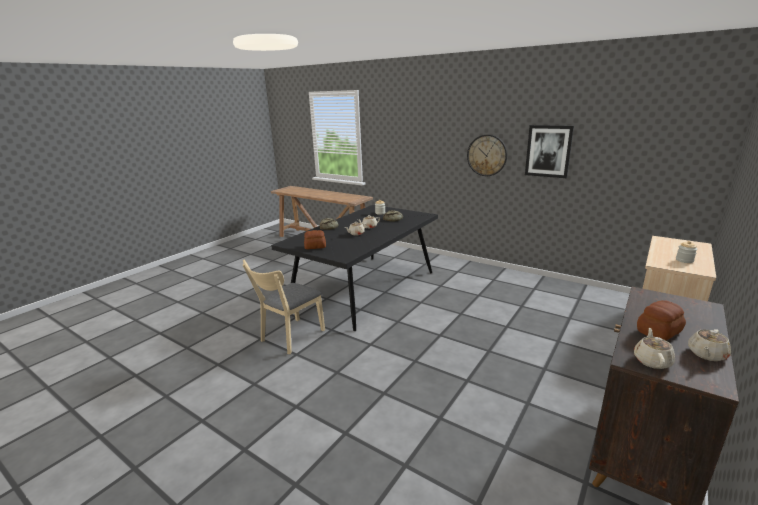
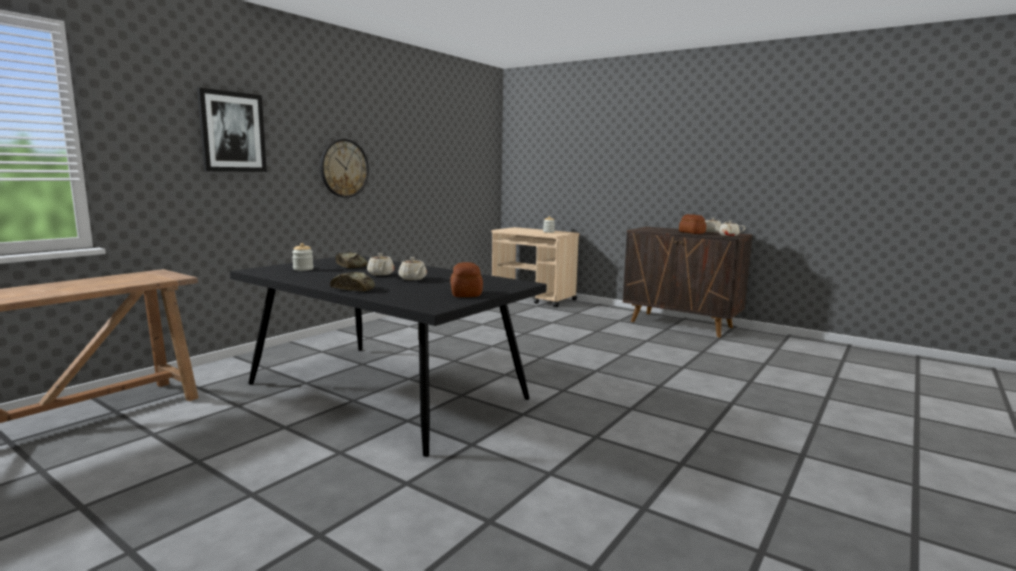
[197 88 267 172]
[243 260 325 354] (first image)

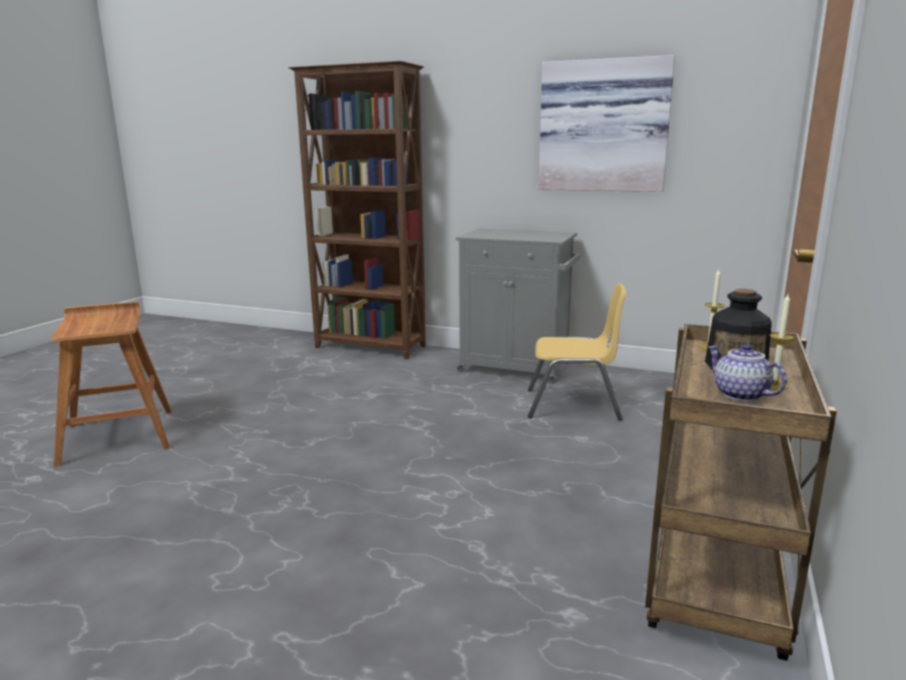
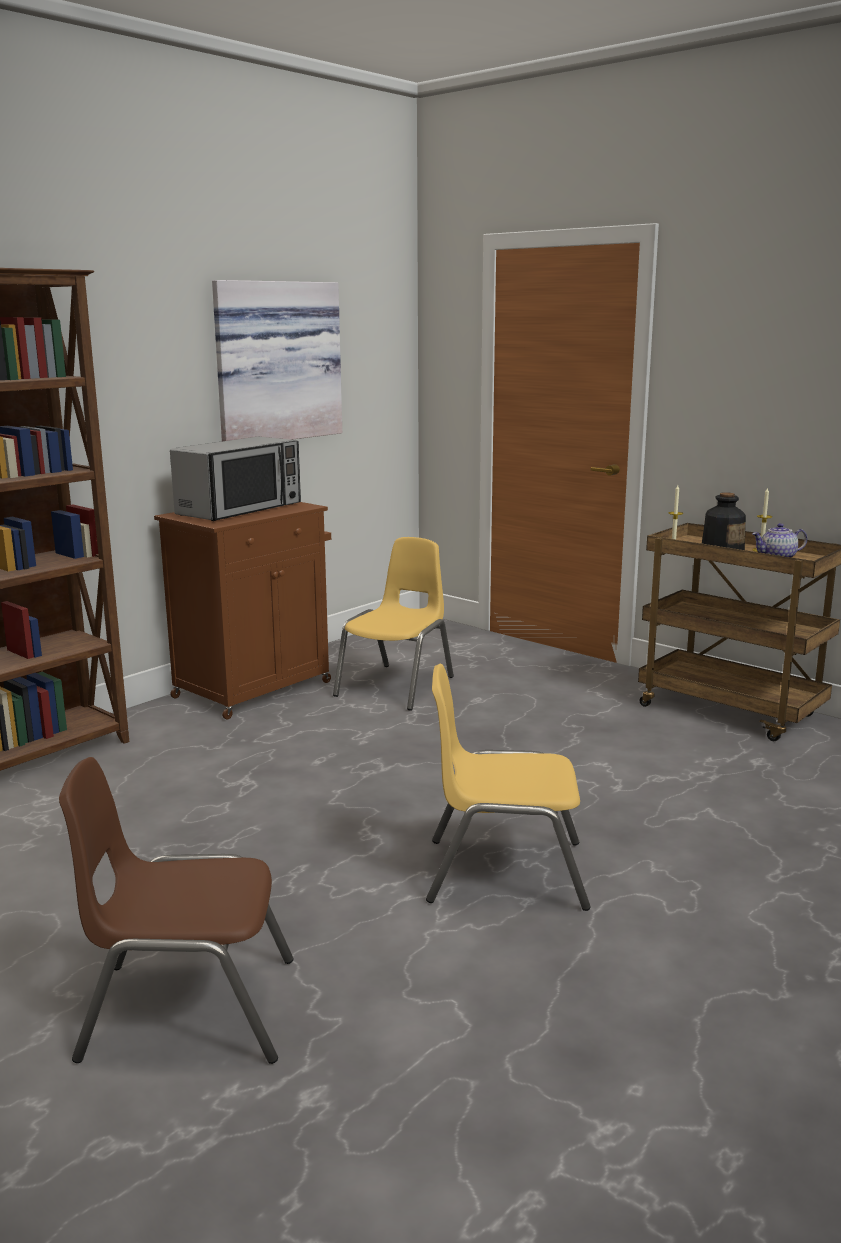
[154 502 331 719]
[59 757 294 1064]
[170 437 301 521]
[426 664 591 911]

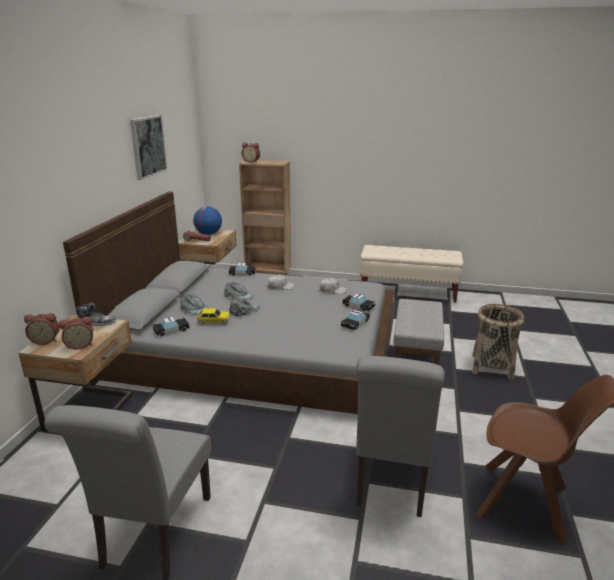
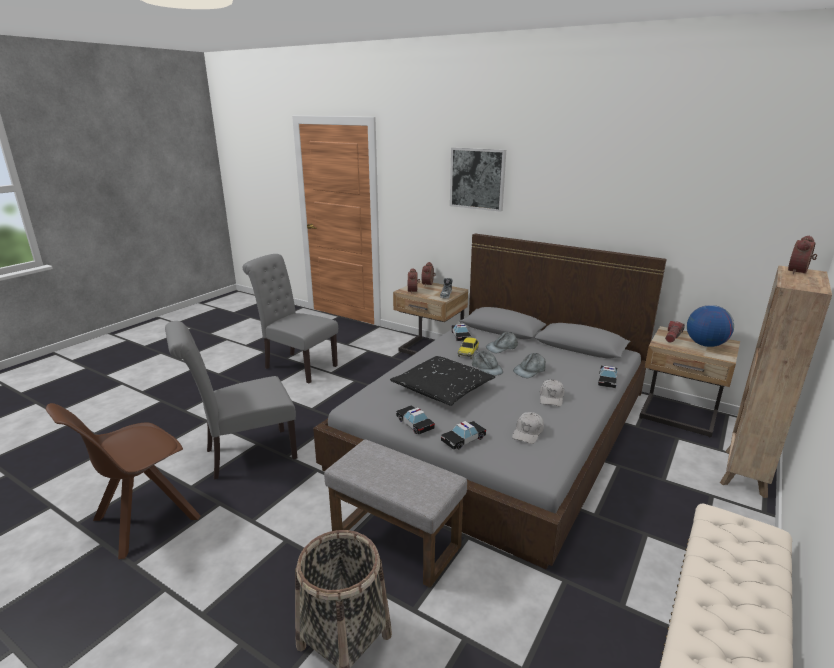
[450 147 506 212]
[165 321 297 480]
[390 356 495 406]

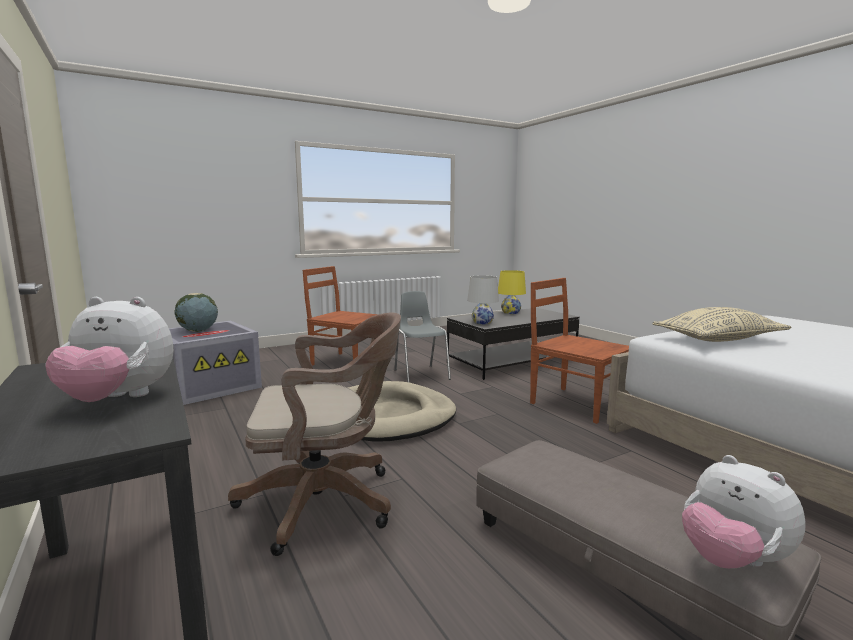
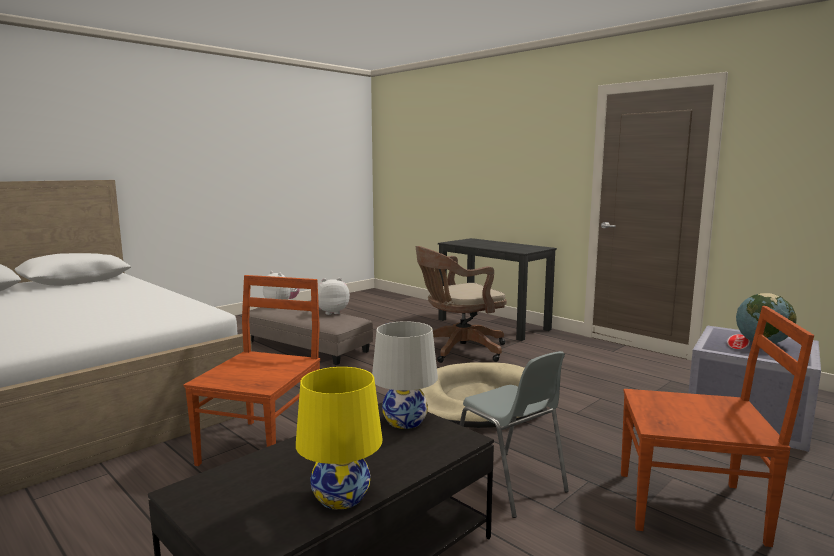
[184 275 320 466]
[318 278 350 315]
[652 307 791 342] (first image)

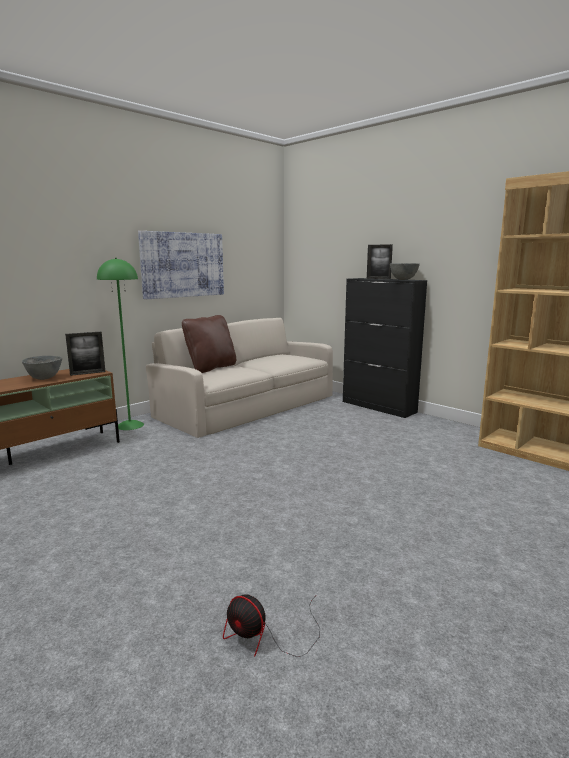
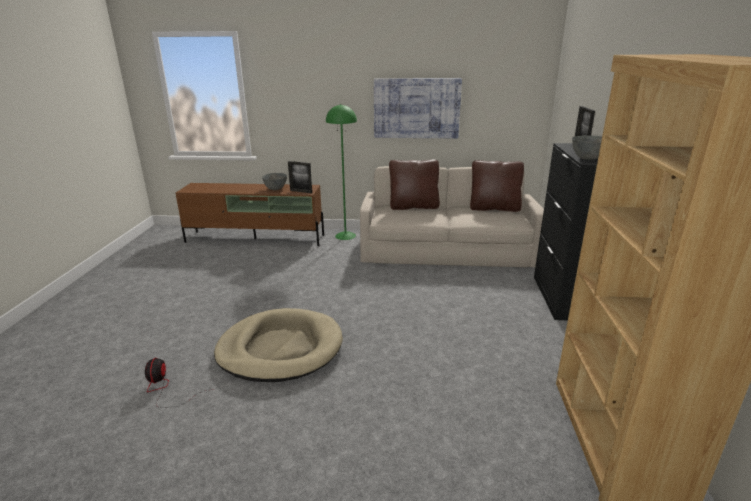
[470 160 524 212]
[214 308 343 382]

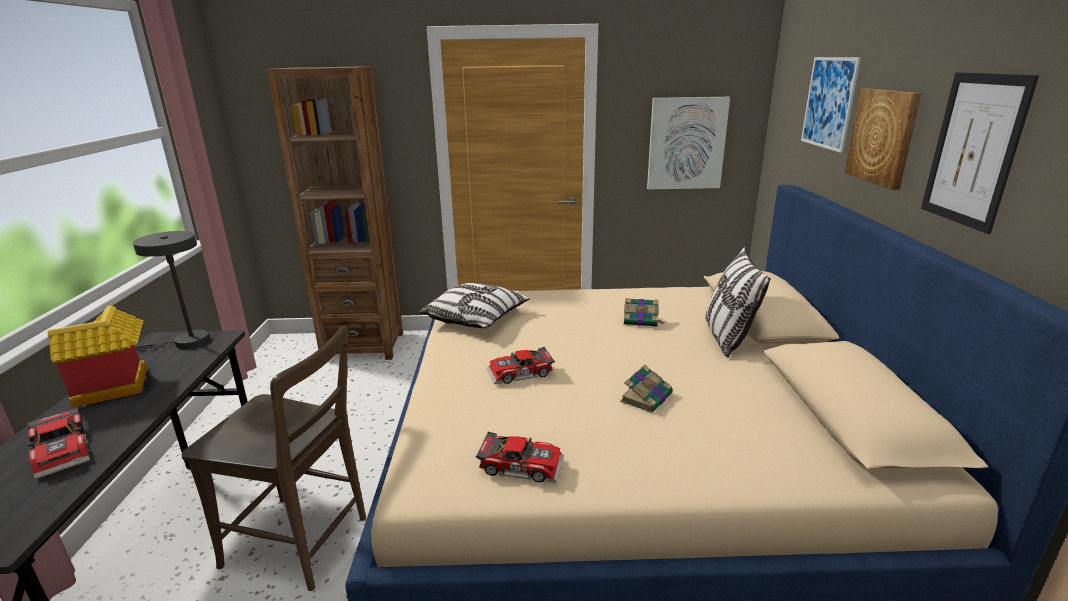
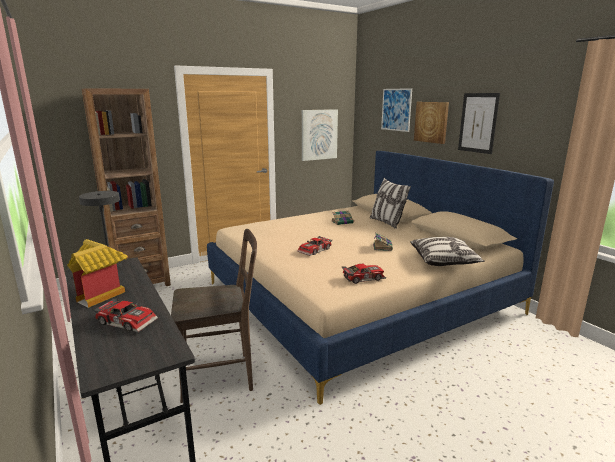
[410 237 485 266]

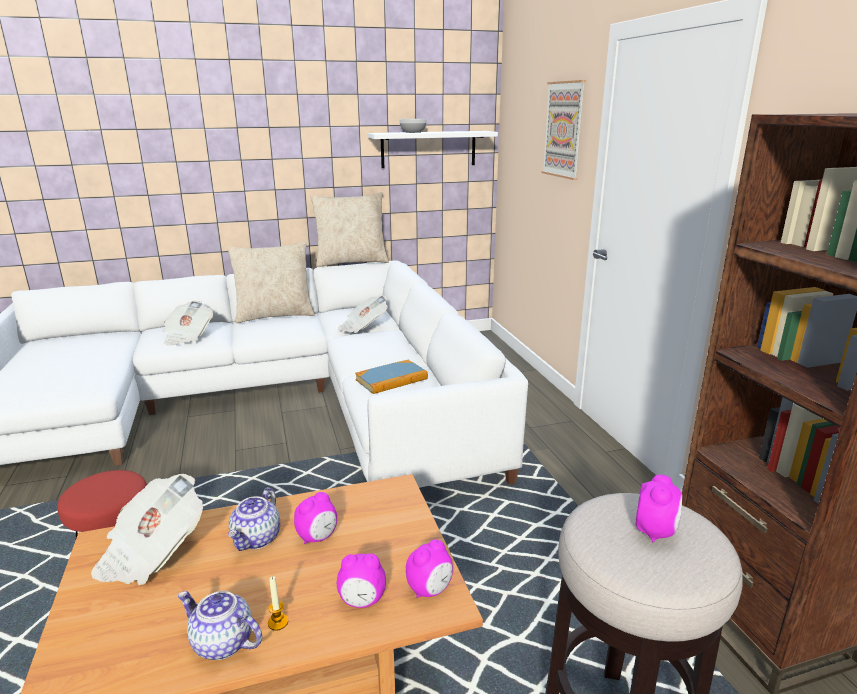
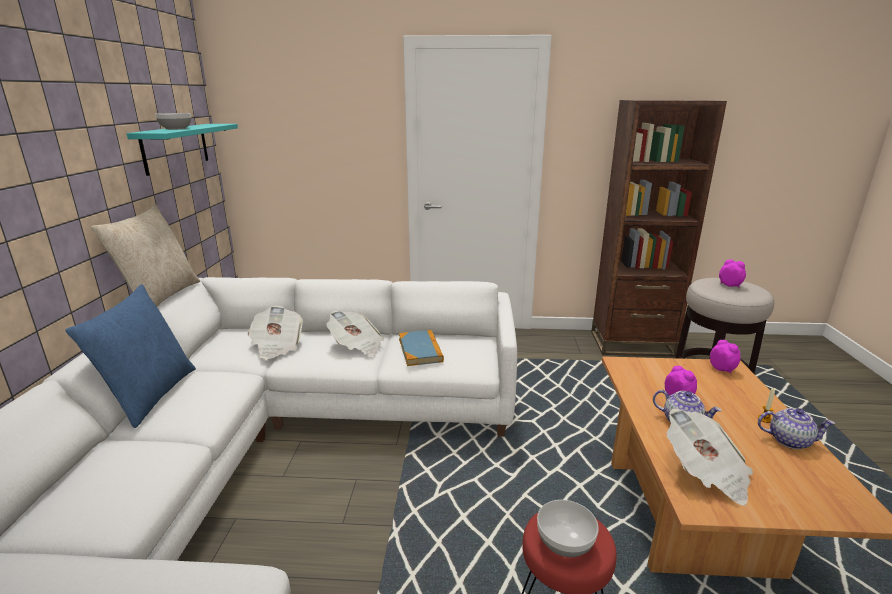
[541 80 586 180] (first image)
[127 124 238 176]
[65 284 196 428]
[327 311 384 356]
[337 553 386 608] (first image)
[758 408 835 449]
[537 500 599 557]

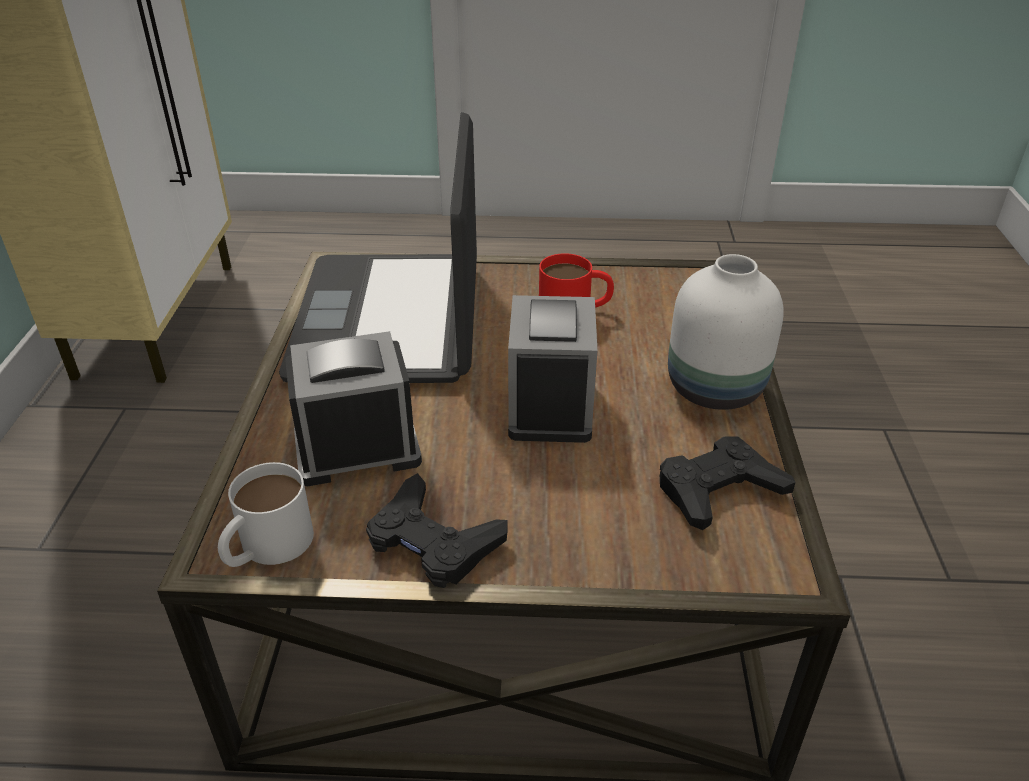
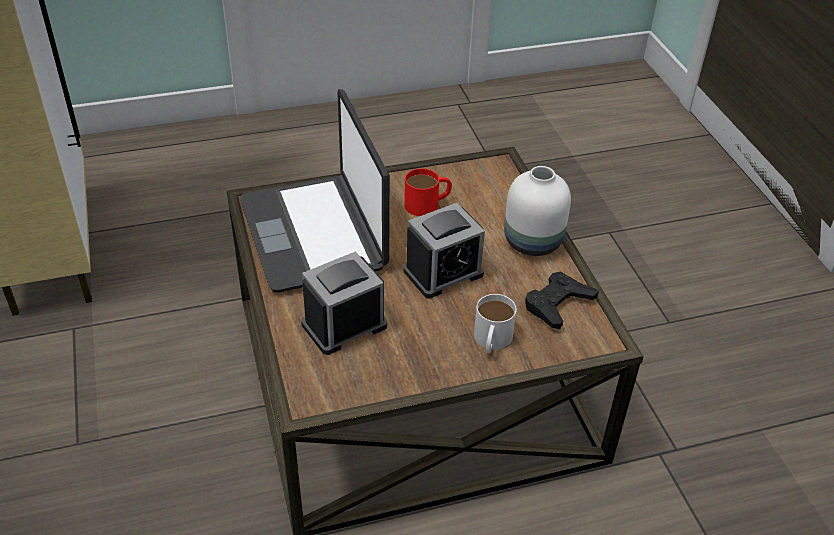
[403 203 485 298]
[474 294 517 353]
[366 473 508 588] (first image)

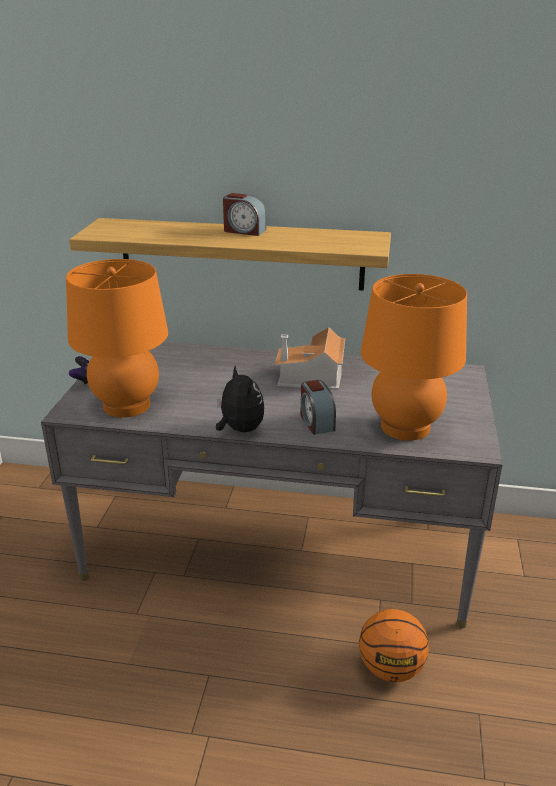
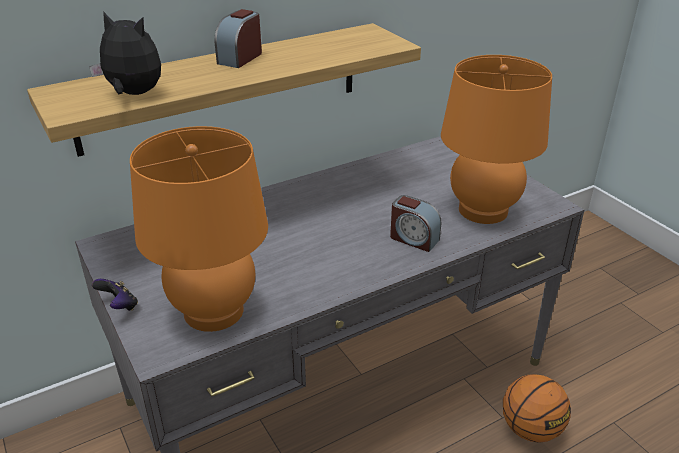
[215 9 262 68]
[275 327 345 390] (first image)
[89 12 161 95]

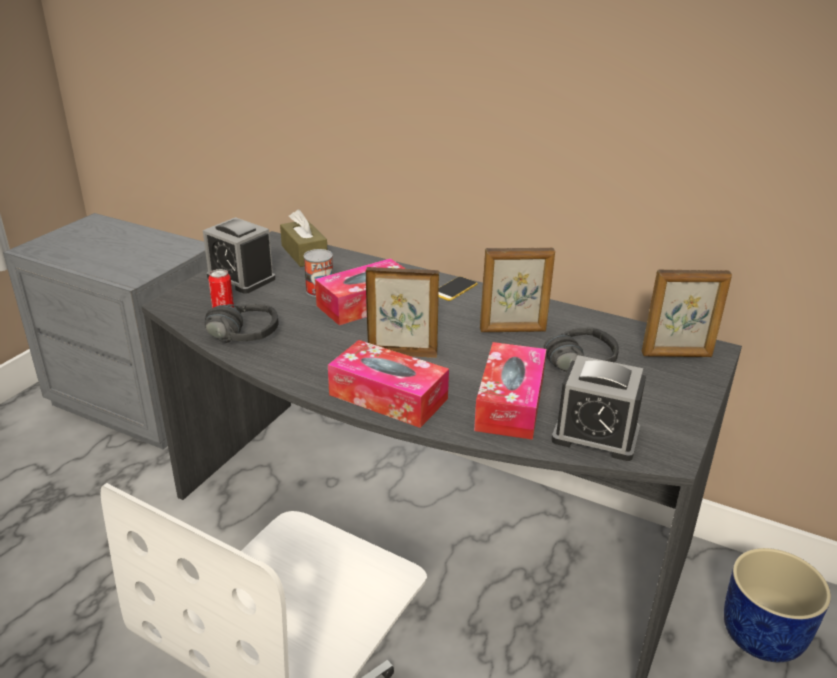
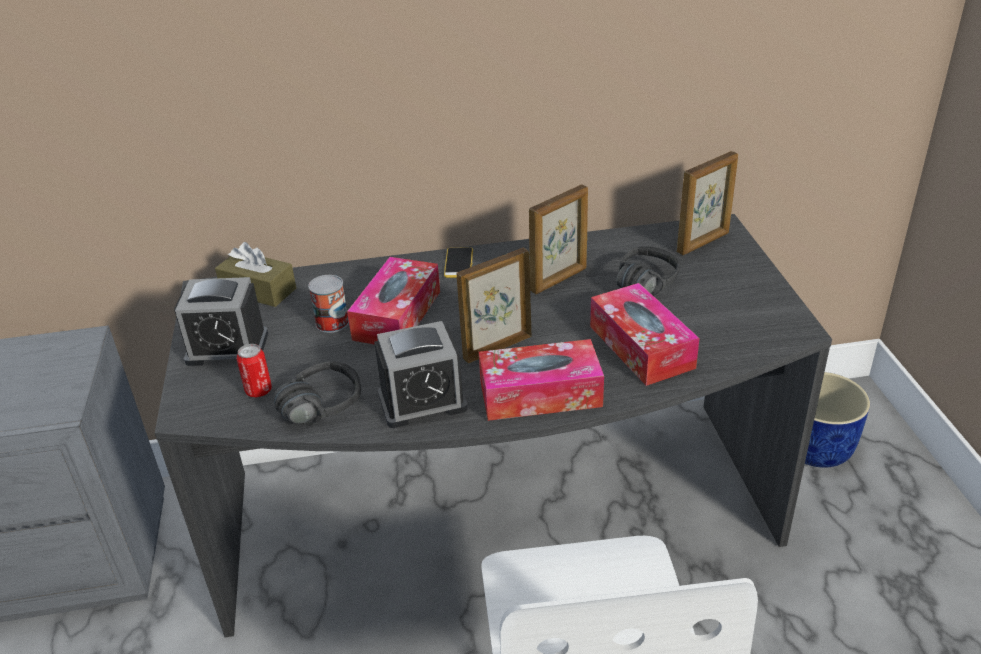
[374 321 468 428]

